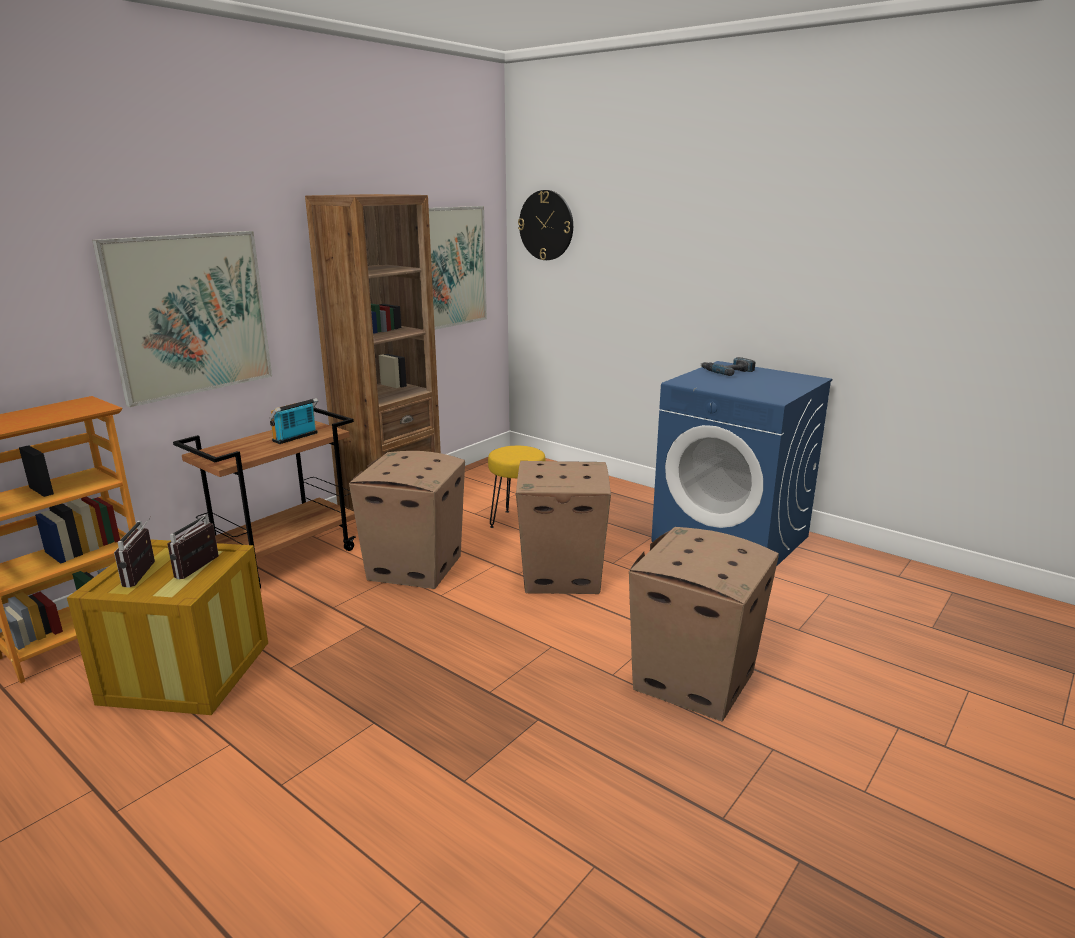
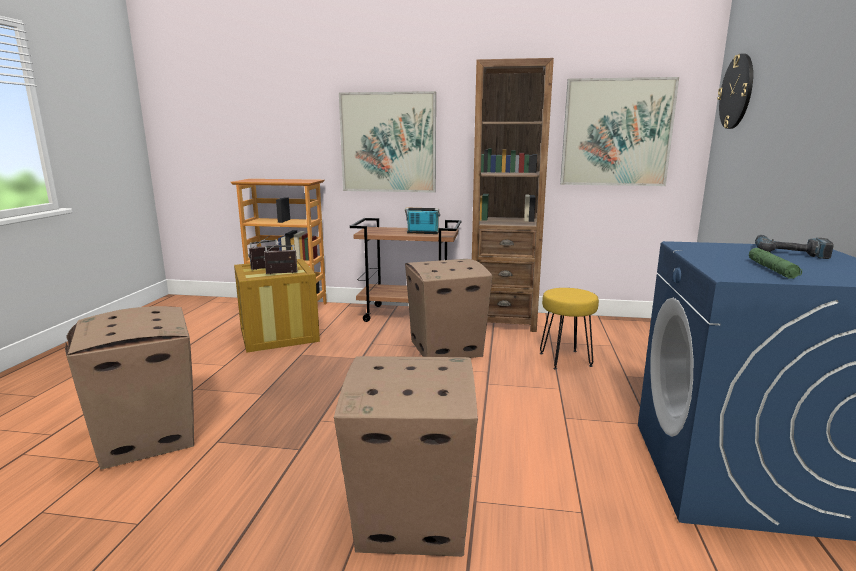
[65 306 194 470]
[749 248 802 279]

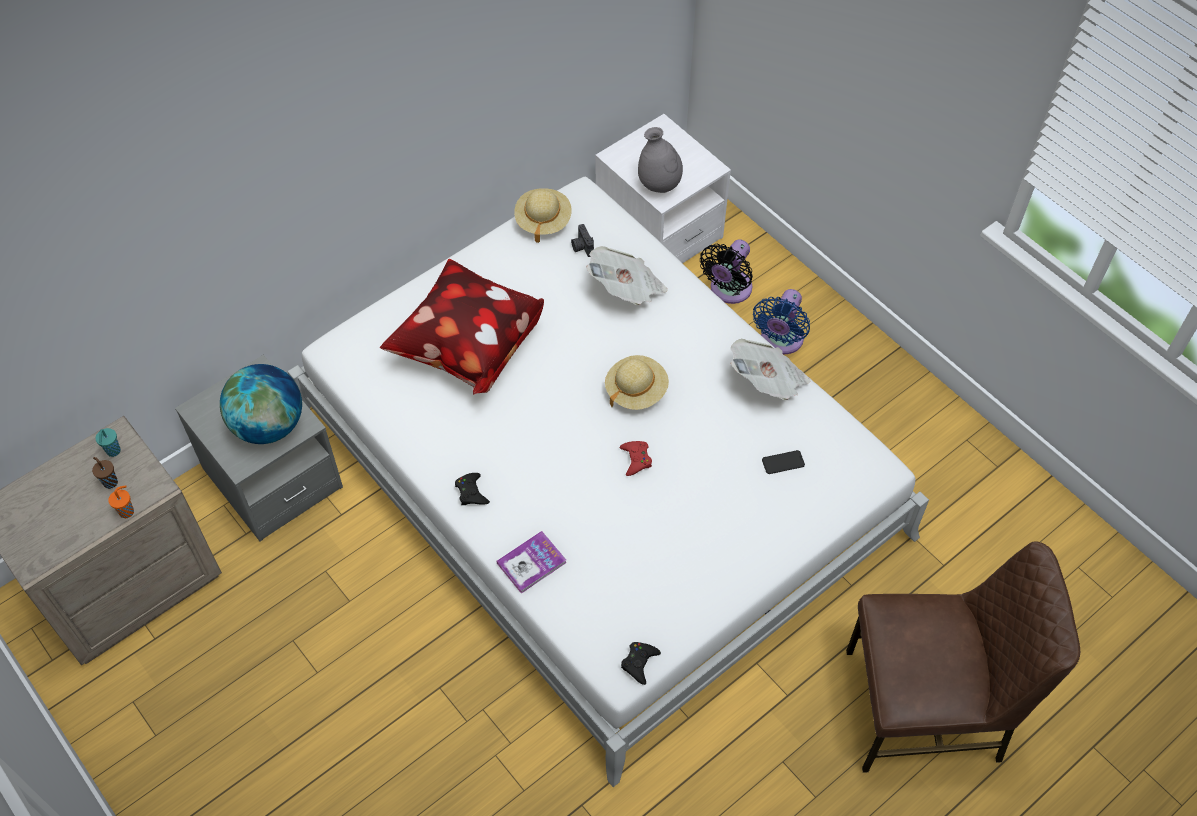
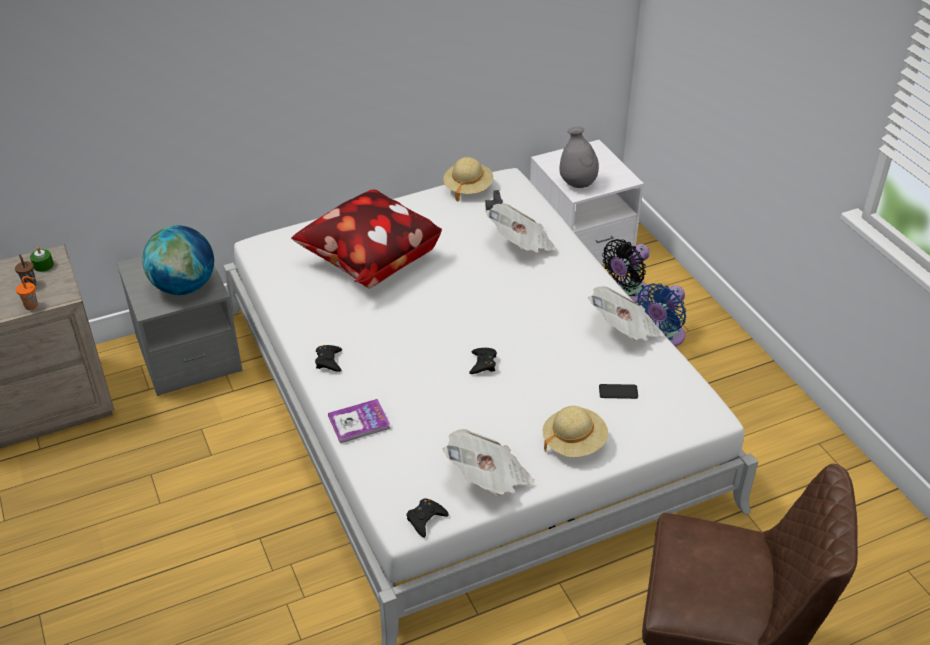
[542 406 608 457]
[30 247 54 272]
[469 348 497 374]
[443 429 535 496]

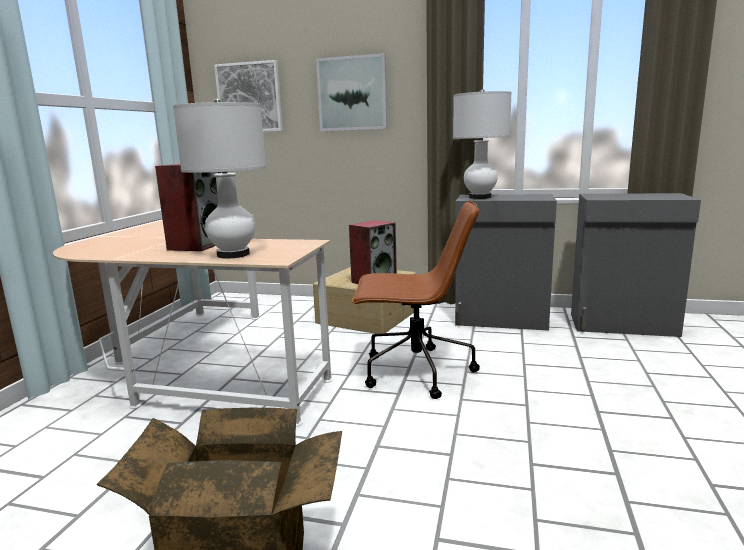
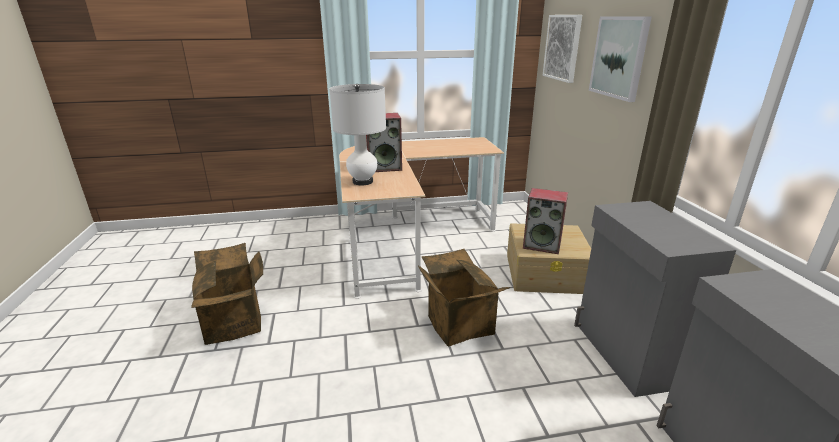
[453 89 512 199] (first image)
[418 249 510 346]

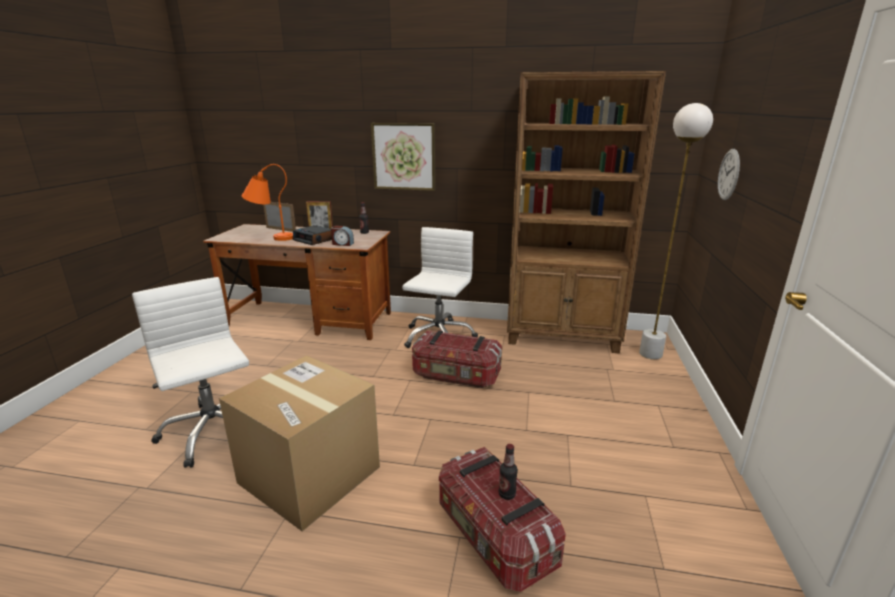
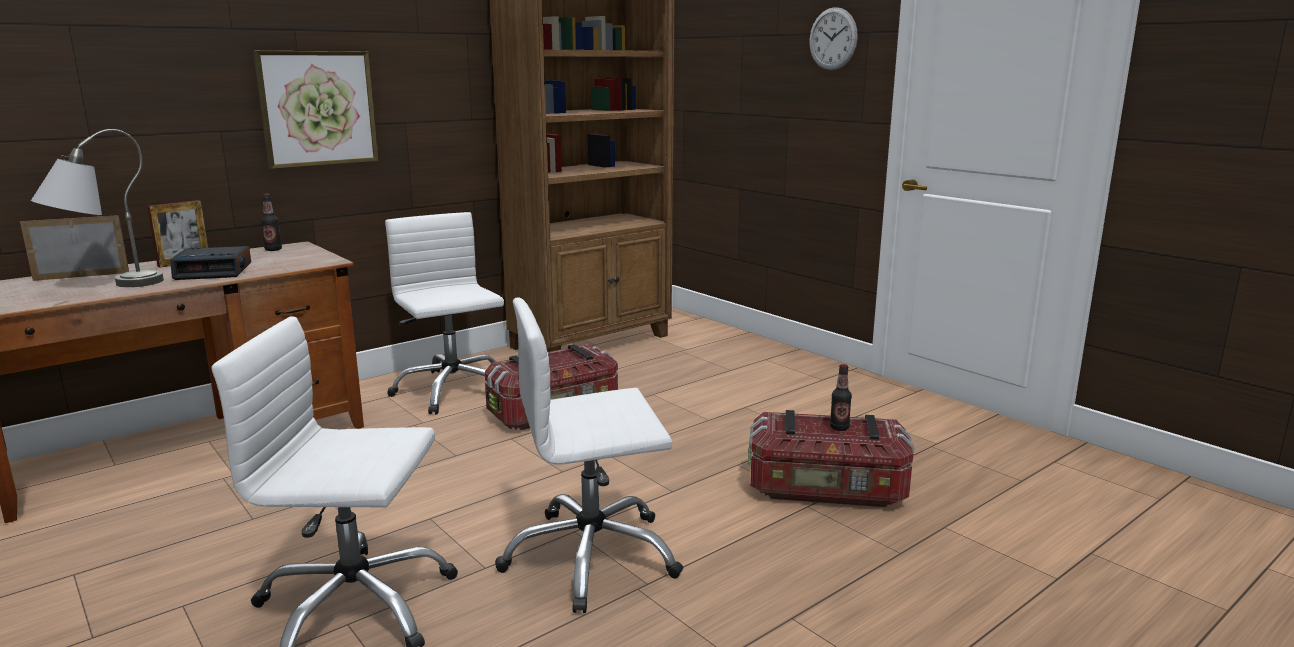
[639 103 713 360] (first image)
[809 7 858 70]
[31 129 164 287]
[331 226 354 246] (first image)
[495 298 683 613]

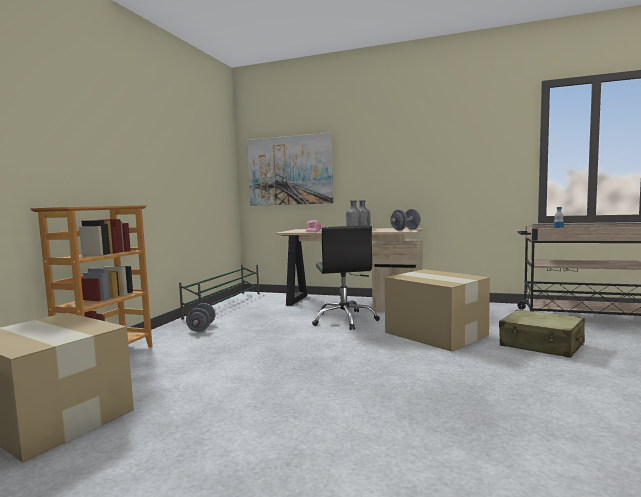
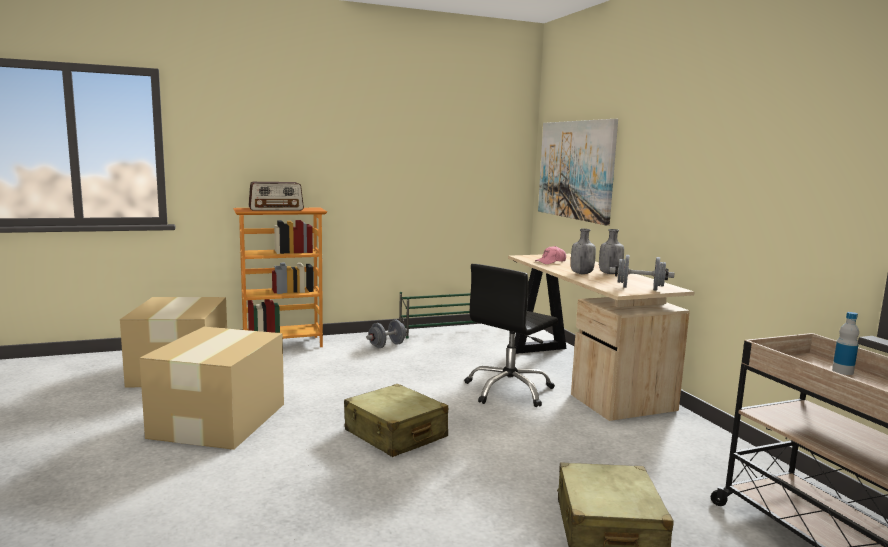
[140 327 284 450]
[249 182 304 211]
[344 384 448 457]

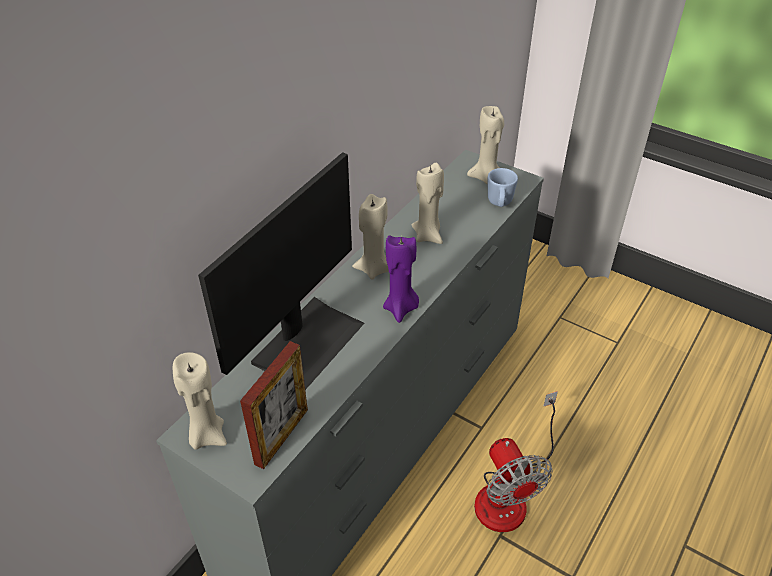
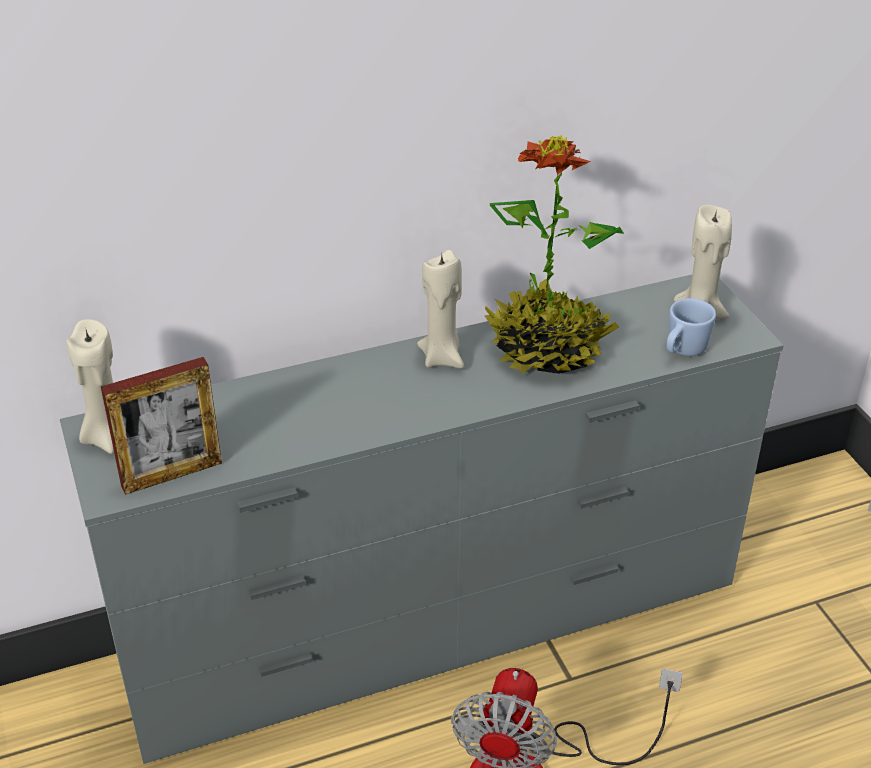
[198 152 364 390] (first image)
[484 135 624 375]
[383 235 419 323] (first image)

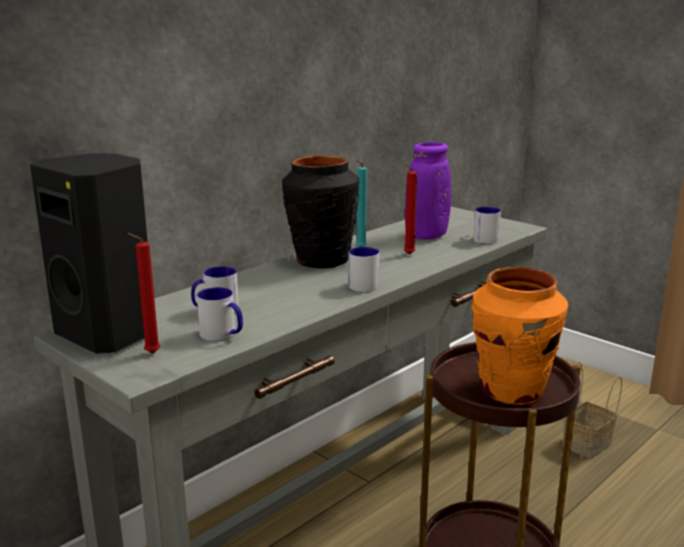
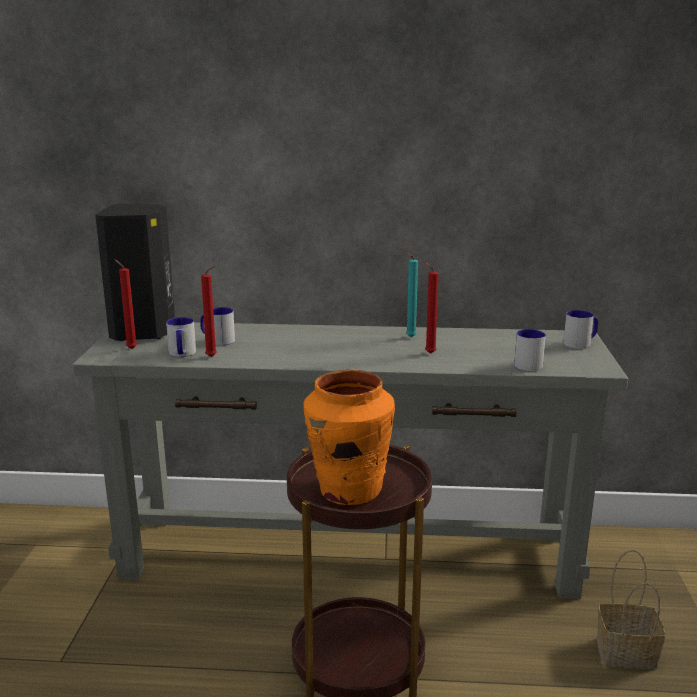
[405 142 451 240] (first image)
[282 155 360 268] (first image)
[563 310 598 349]
[201 265 217 357]

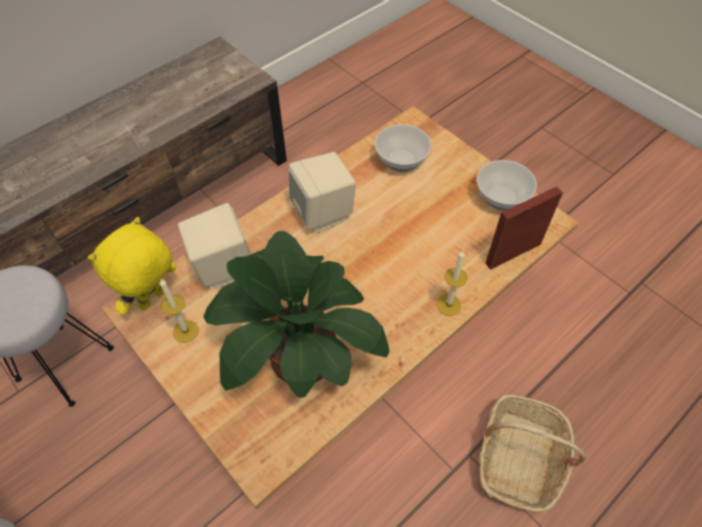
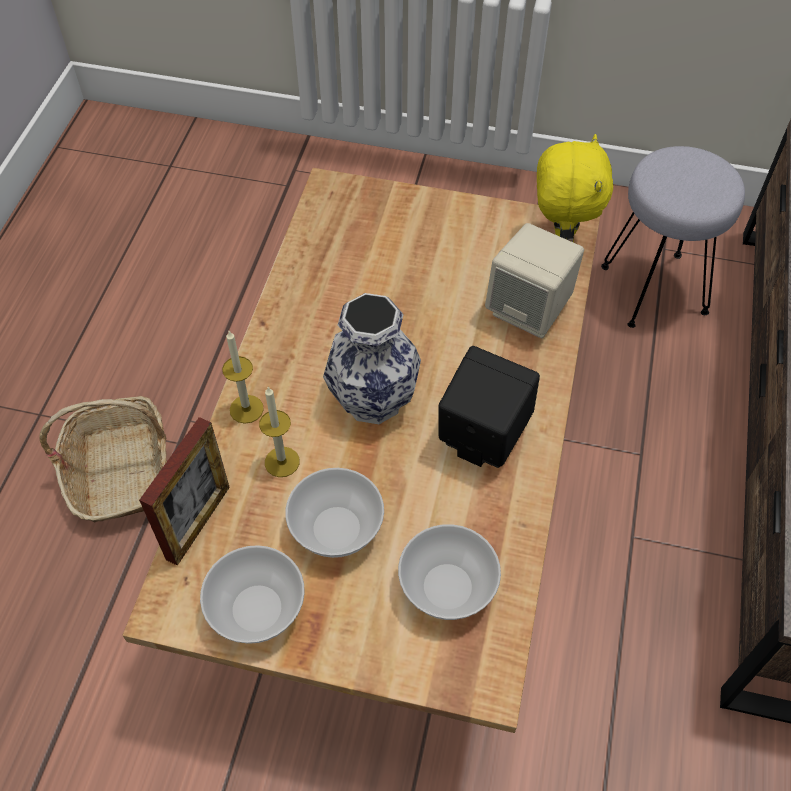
[438 346 540 468]
[203 231 389 398] (first image)
[259 387 300 477]
[323 293 421 424]
[285 468 384 558]

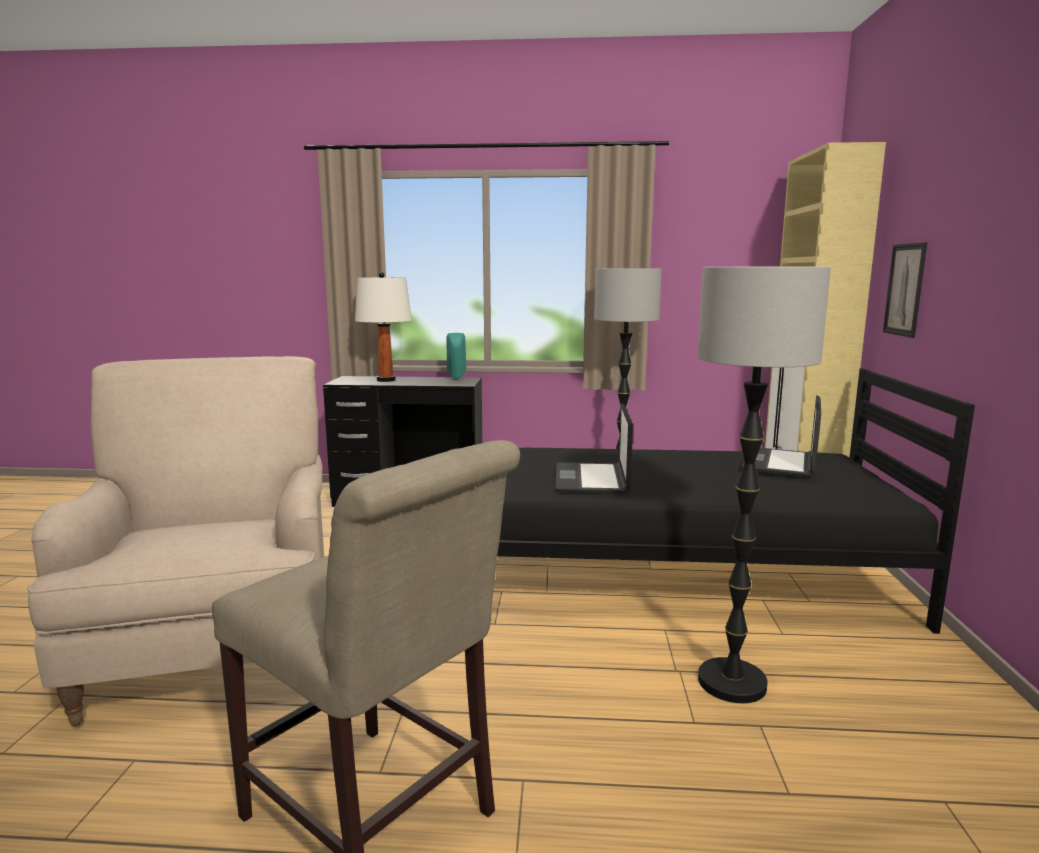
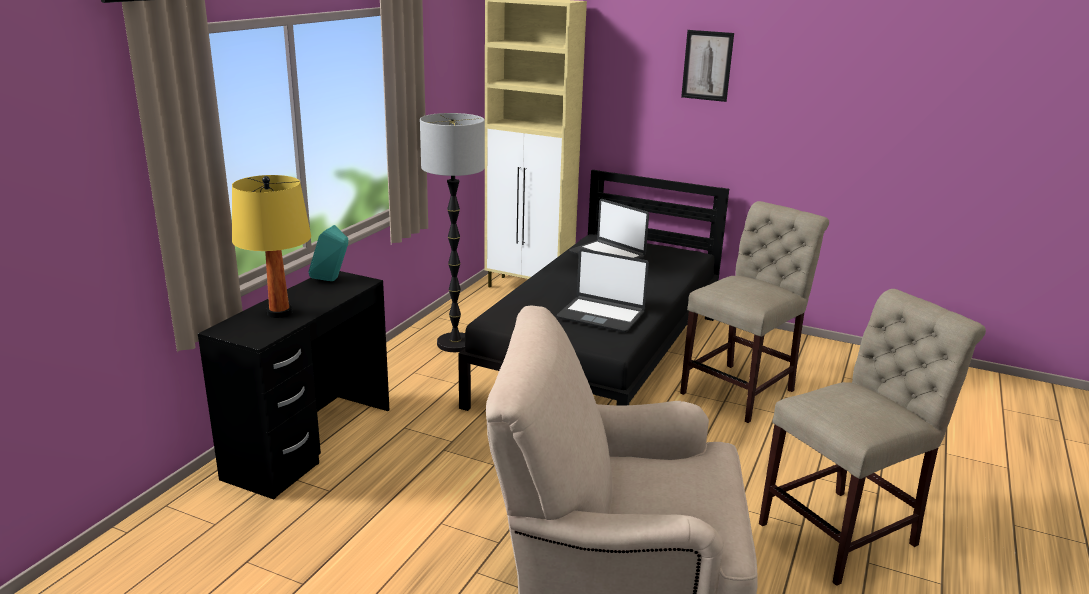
[681 30 734 102]
[680 201 829 423]
[232 175 311 318]

